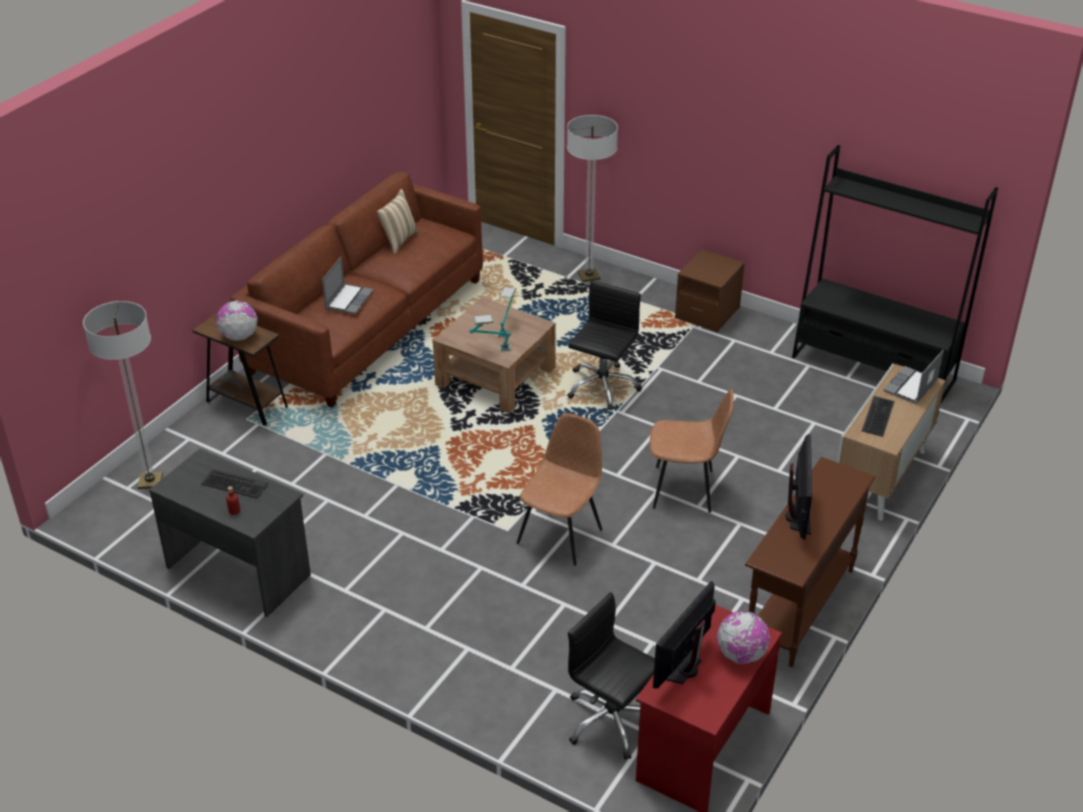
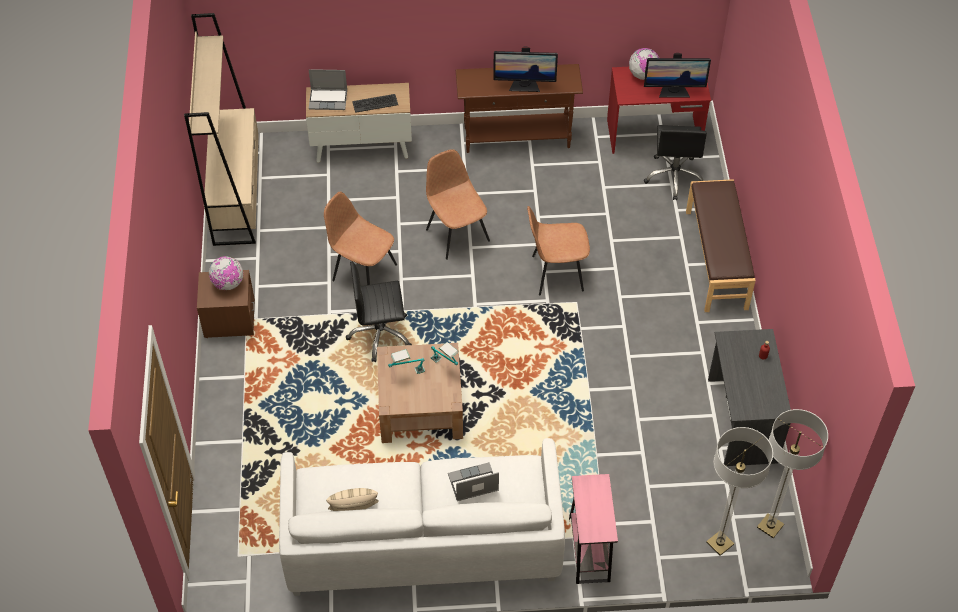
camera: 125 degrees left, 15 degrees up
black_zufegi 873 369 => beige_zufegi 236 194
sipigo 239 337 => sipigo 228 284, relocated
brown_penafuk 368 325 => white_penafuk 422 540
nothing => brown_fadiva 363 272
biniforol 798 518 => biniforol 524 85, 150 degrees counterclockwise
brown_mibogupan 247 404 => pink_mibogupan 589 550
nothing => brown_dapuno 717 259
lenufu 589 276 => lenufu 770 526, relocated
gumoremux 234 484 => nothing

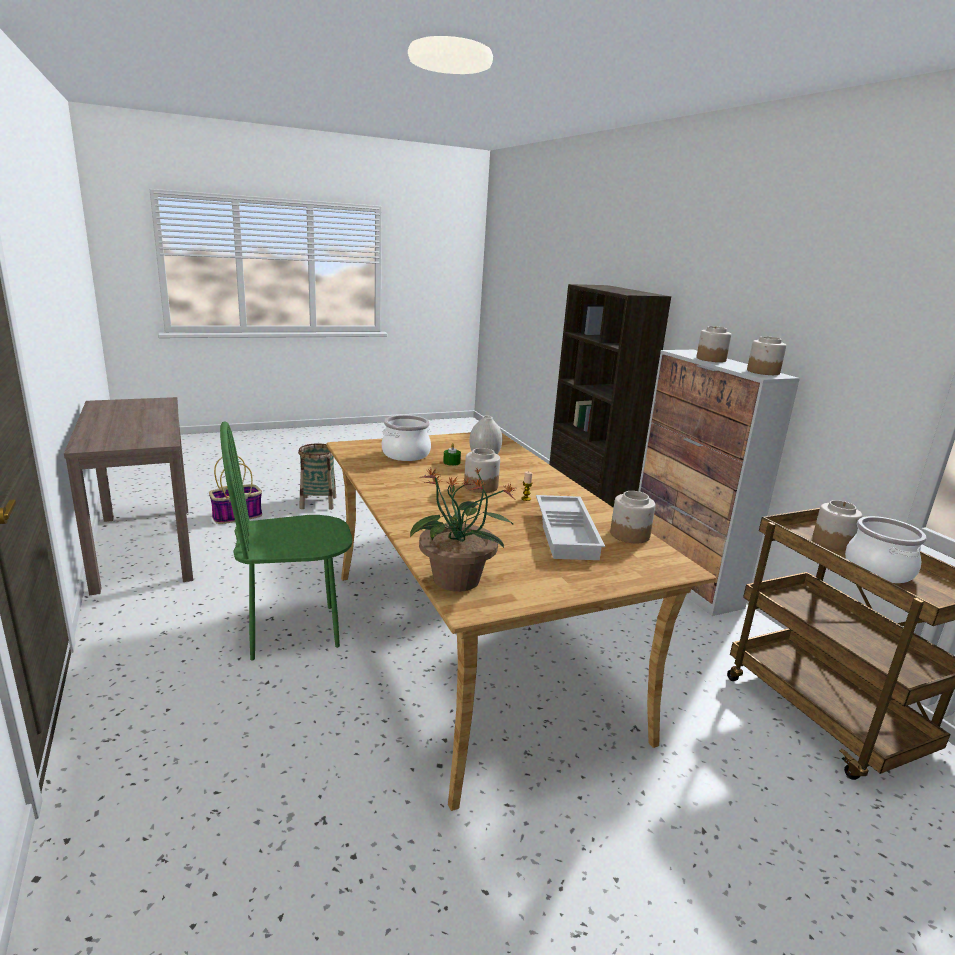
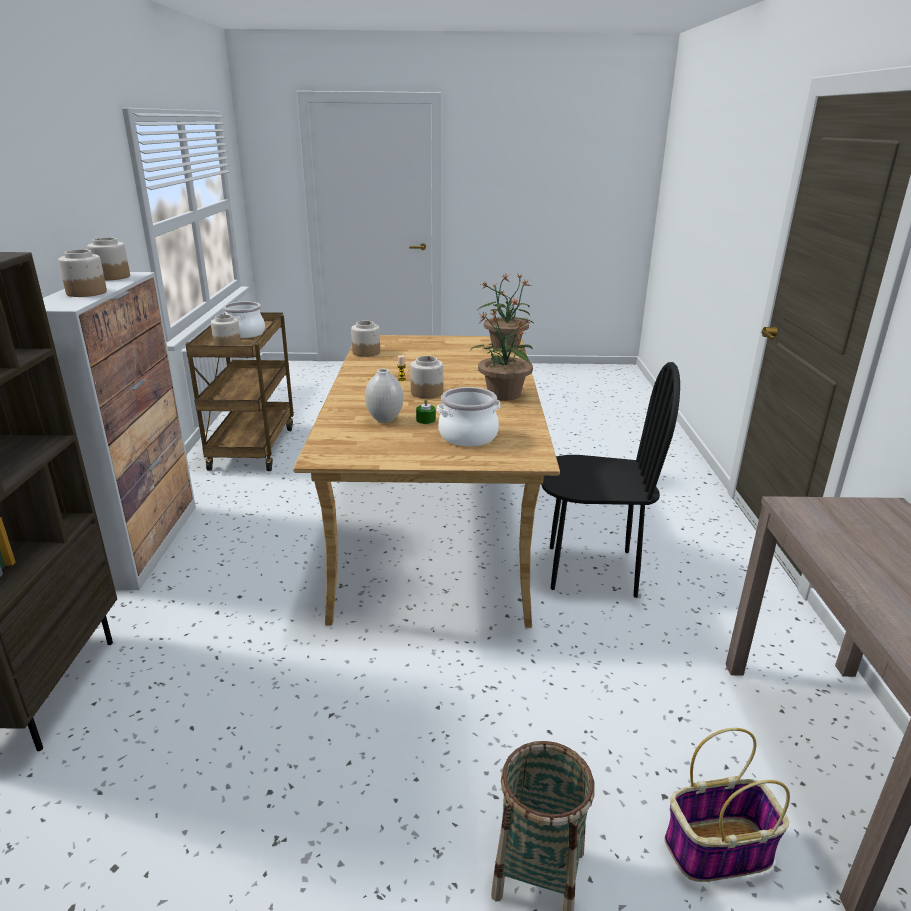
camera: 155 degrees left, 5 degrees up
nothing => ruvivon 503 395
green_fadiva 293 631 => black_fadiva 591 570
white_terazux 568 533 => nothing

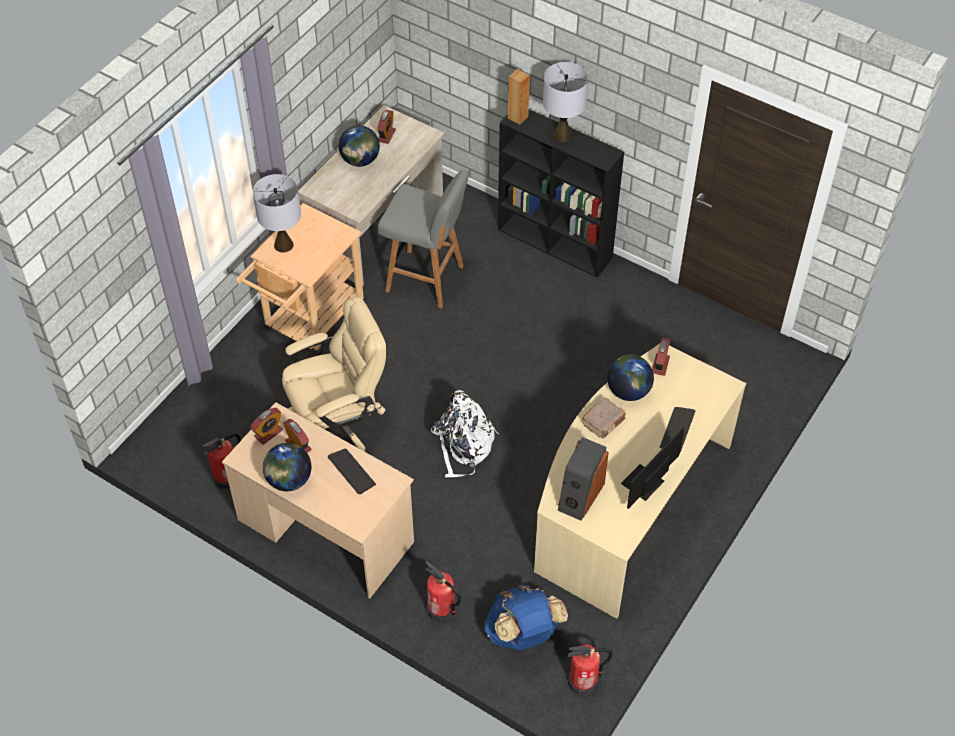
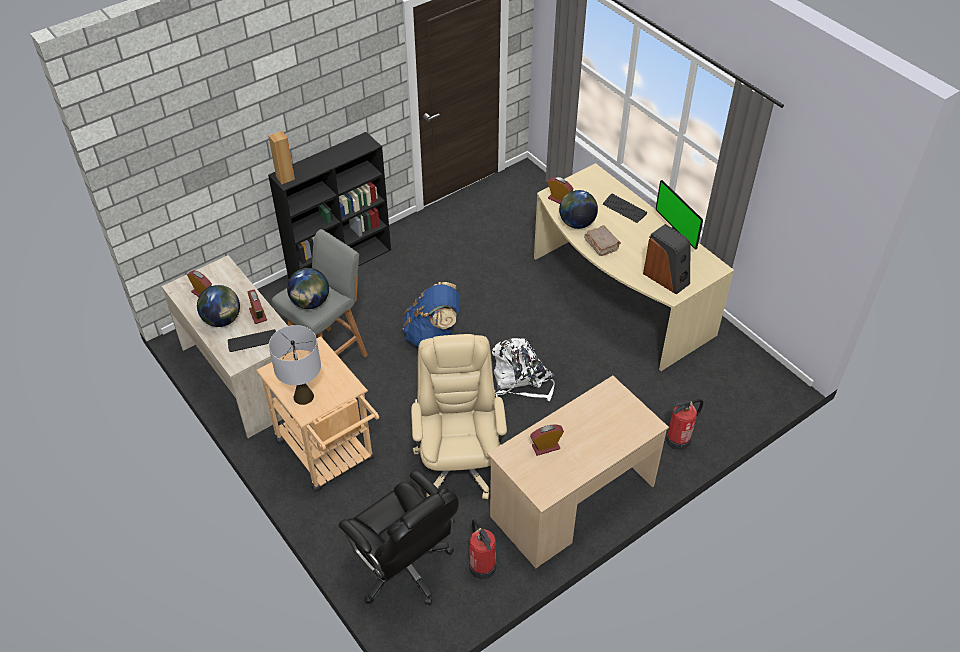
camera: 70 degrees left, 5 degrees down
gumoremux 352 471 => gumoremux 253 341, relocated
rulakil 268 433 => rulakil 258 315, relocated
sipigo 289 480 => sipigo 310 302, relocated
nothing => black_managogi 403 567
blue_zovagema 523 633 => blue_zovagema 433 336, relocated
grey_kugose 562 135 => nothing
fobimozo 583 681 => nothing

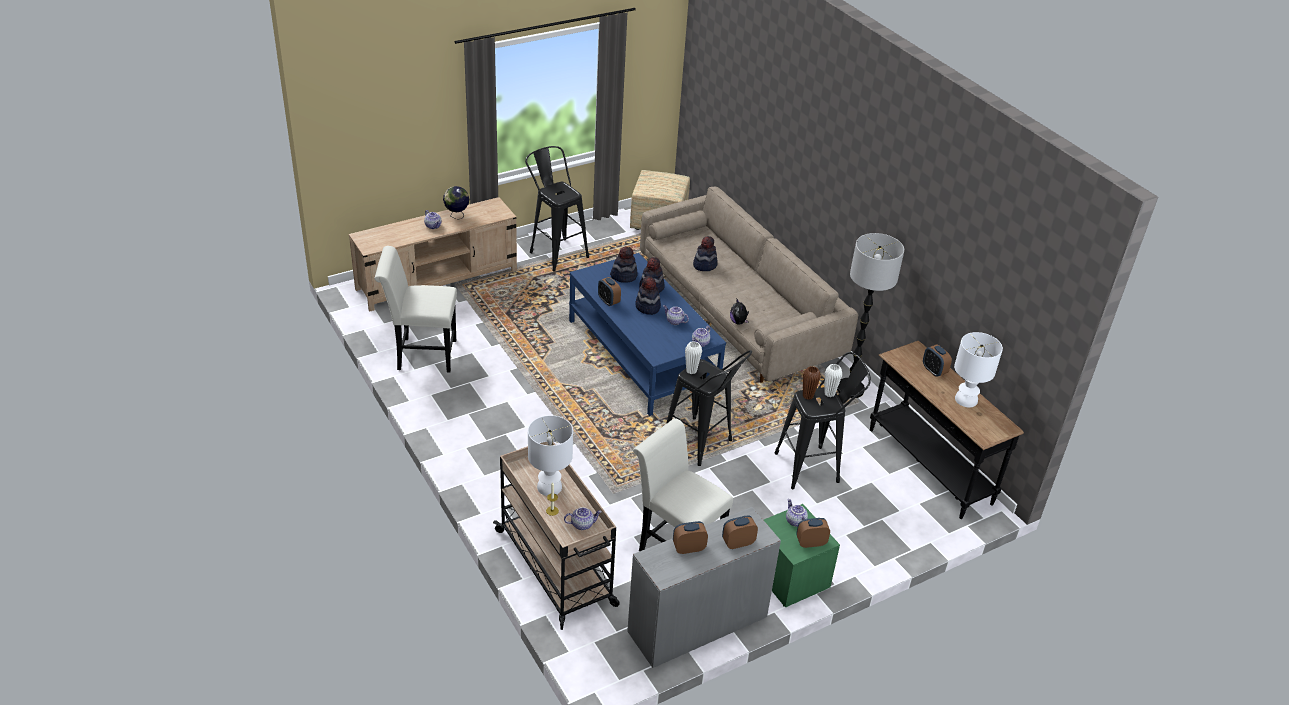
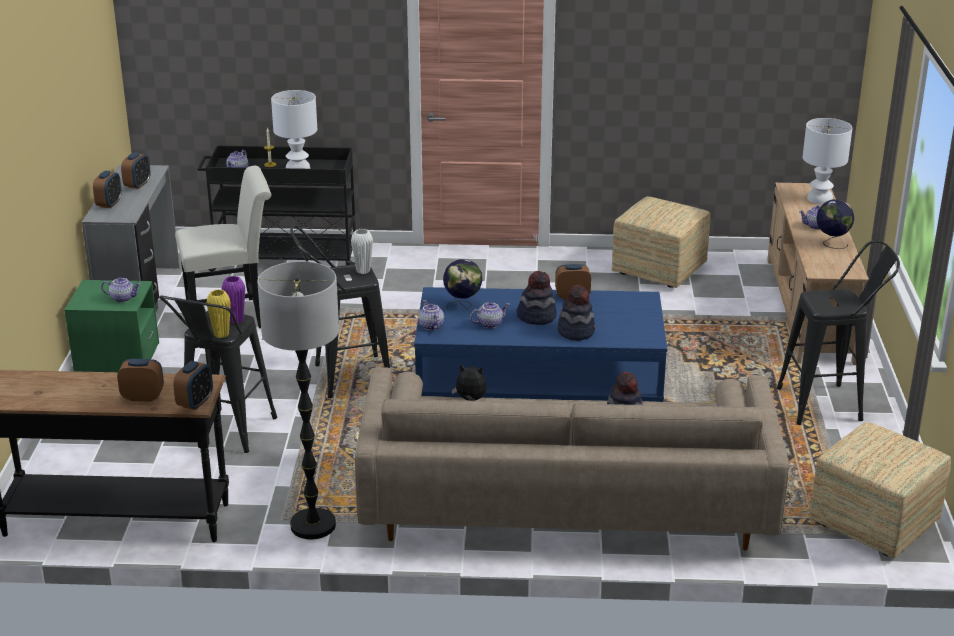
camera: 125 degrees right, 10 degrees down
rulakil 810 543 => rulakil 195 403, relocated
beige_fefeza 556 569 => black_fefeza 284 259
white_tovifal 829 393 => yellow_tovifal 221 334
brown_tovifal 808 396 => purple_tovifal 236 320
nothing => sipigo 463 305
white_fadiva 421 354 => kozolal 660 270
white_kugose 965 399 => white_kugose 820 199, relocated
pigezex 624 276 => nothing

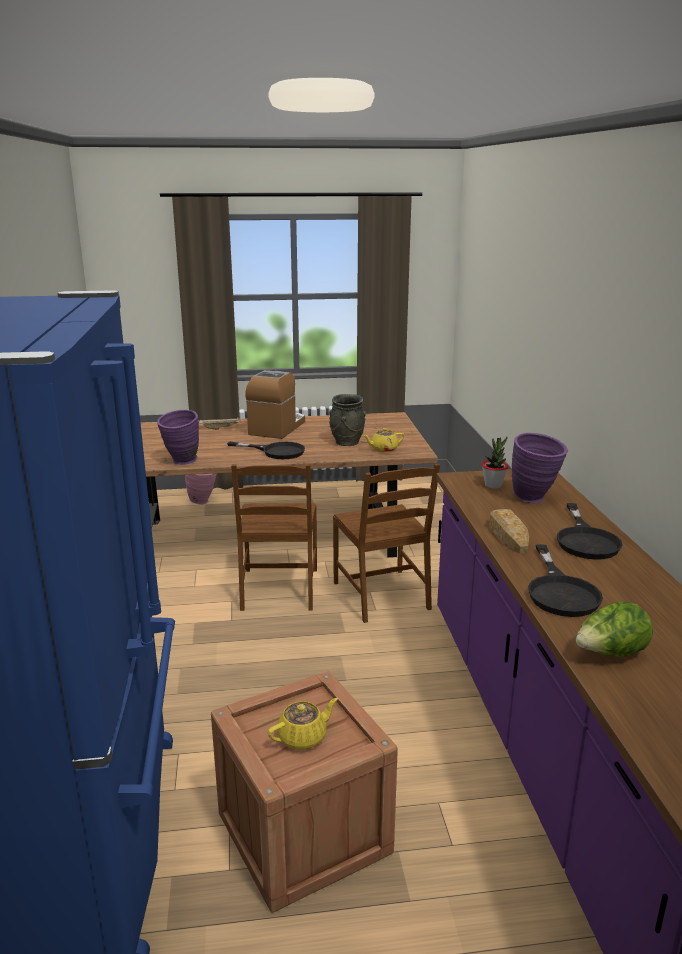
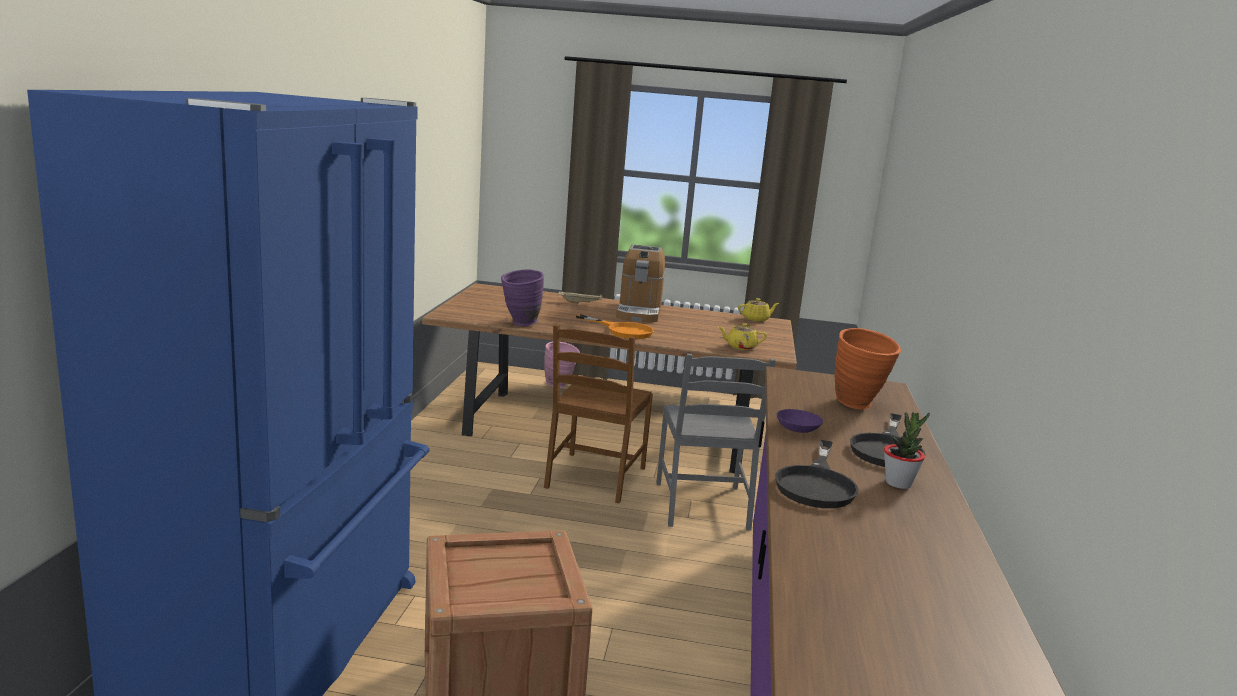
camera: 15 degrees right, 5 degrees down
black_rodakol 276 451 => orange_rodakol 623 331
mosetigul 277 428 => mosetigul 639 312, 150 degrees clockwise
brown_fadiva 382 595 => grey_fadiva 703 506
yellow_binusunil 303 737 => yellow_binusunil 756 319, relocated
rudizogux 507 536 => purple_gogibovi 798 429
purple_tovifal 535 499 => orange_tovifal 859 406
ruvivon 493 485 => ruvivon 898 483, relocated
grey_tovifal 346 442 => nothing
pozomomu 610 654 => nothing

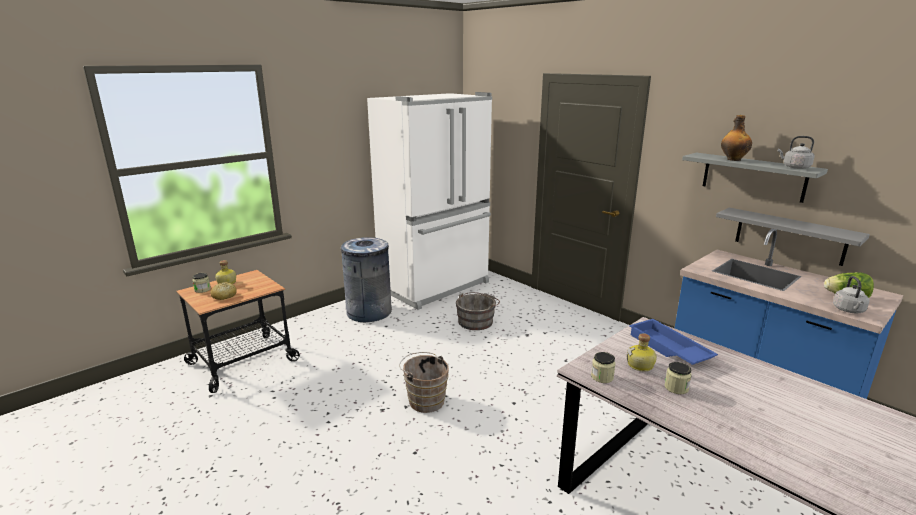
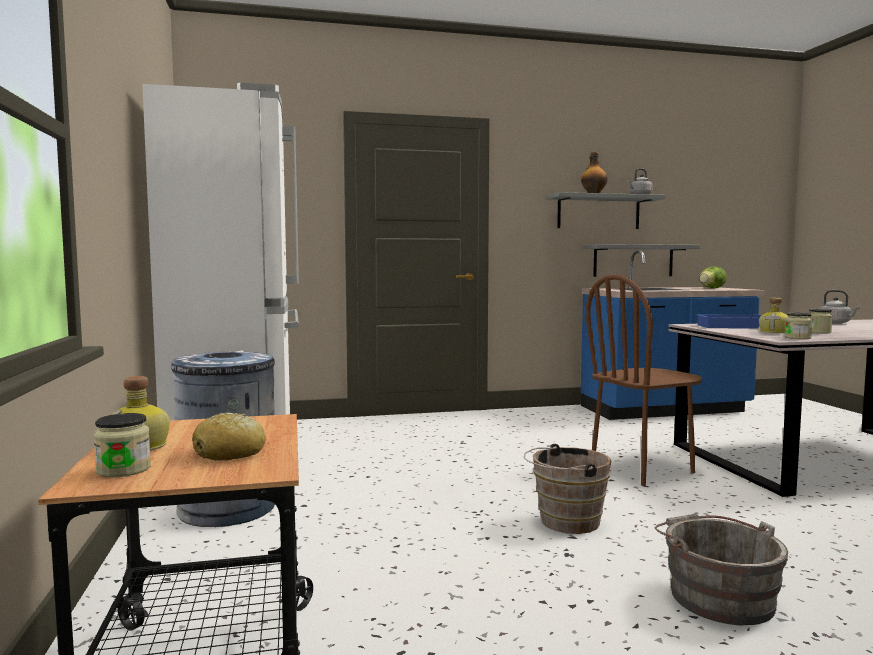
camera: 60 degrees left, 15 degrees down
nothing => brown_fadiva 642 469
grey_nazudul 477 321 => grey_nazudul 716 595, relocated
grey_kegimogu 849 310 => grey_kegimogu 836 323, relocated

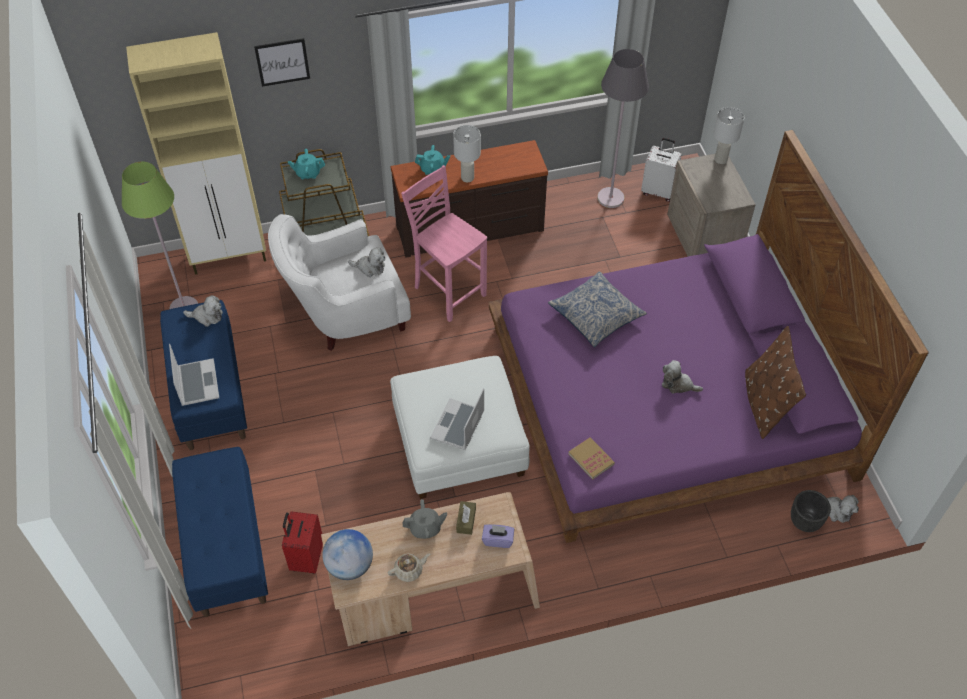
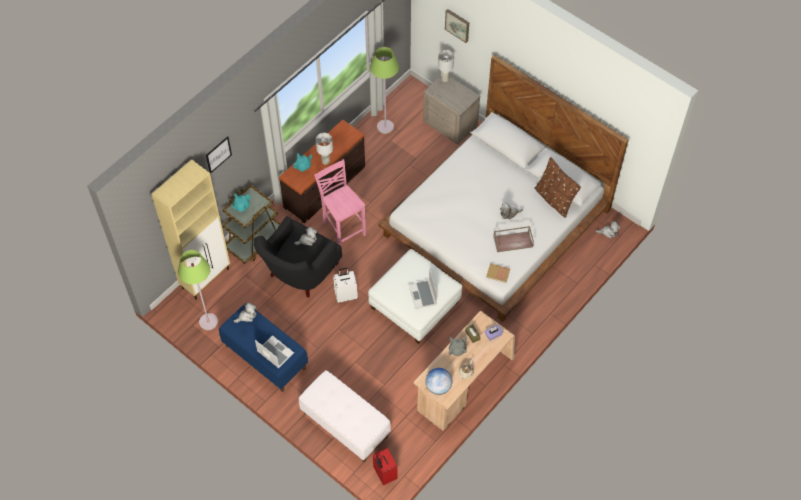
camera: 35 degrees left, 5 degrees up
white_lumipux 345 314 => black_lumipux 299 273
blue_dapuno 226 547 => white_dapuno 345 425
pink_fadiva 448 291 => pink_fadiva 343 229, 45 degrees clockwise
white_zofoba 658 191 => white_zofoba 346 295, relocated
grey_lenufu 610 198 => green_lenufu 385 127
red_zofoba 306 557 => red_zofoba 384 474, relocated
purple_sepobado 666 398 => white_sepobado 495 222
nothing => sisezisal 458 25
nothing => brown_terazux 513 241
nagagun 596 315 => nothing
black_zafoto 805 521 => nothing

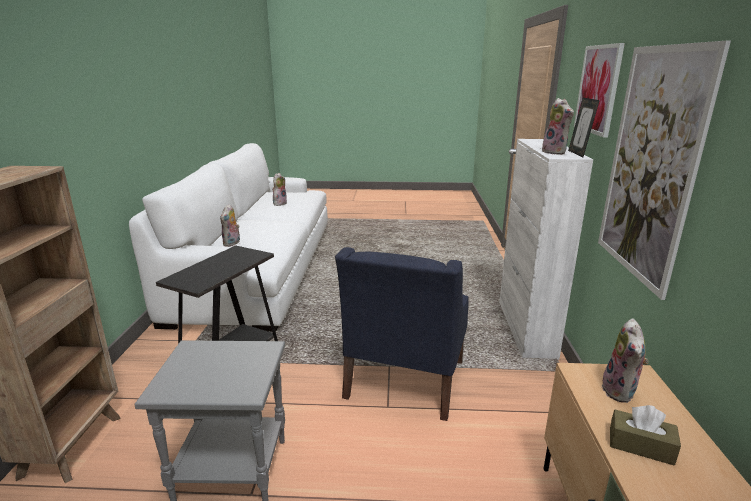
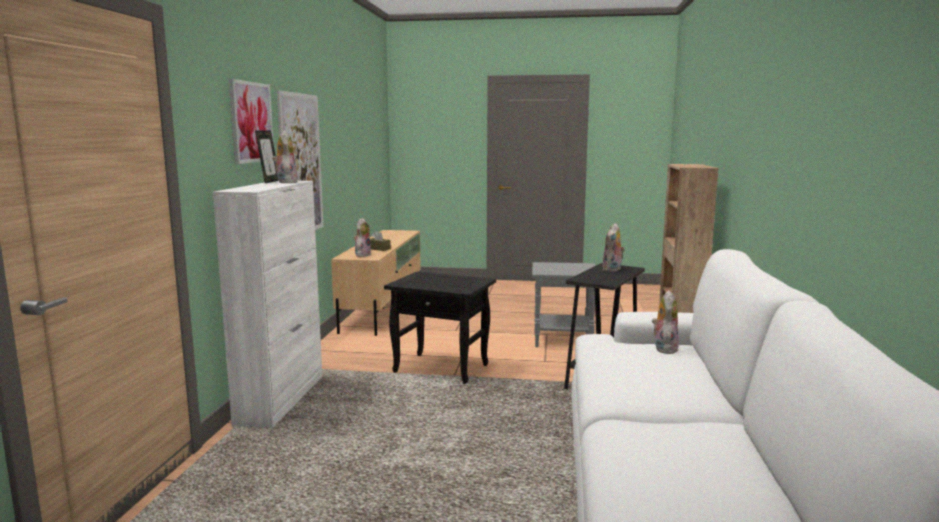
camera: 175 degrees left, 10 degrees down
blue_lumipux 404 380 => black_mibogupan 443 368
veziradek 279 203 => veziradek 612 270, relocated

